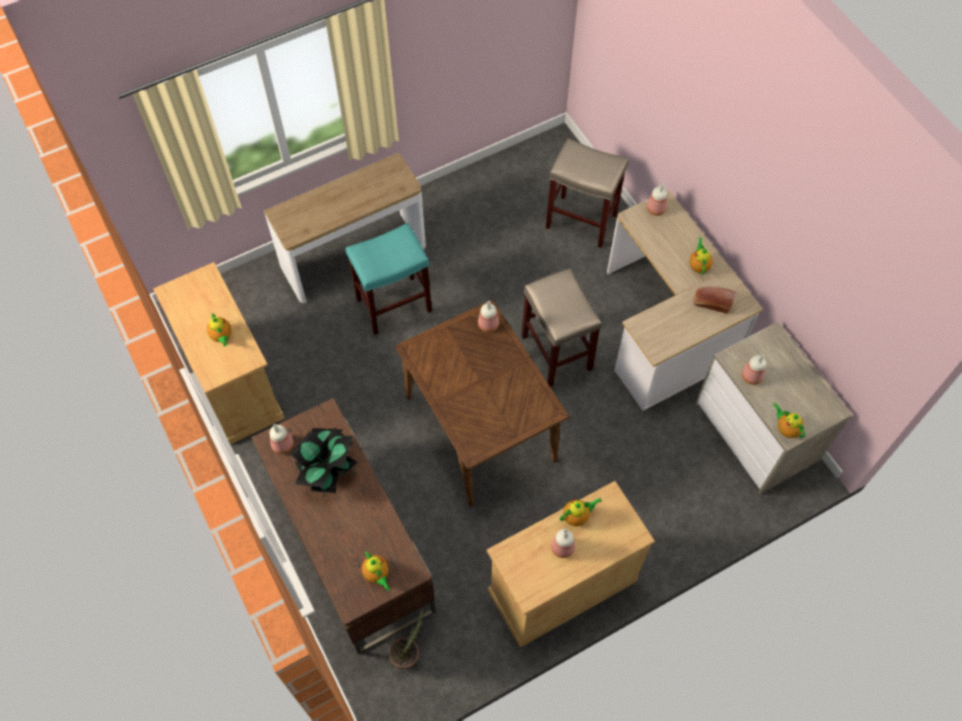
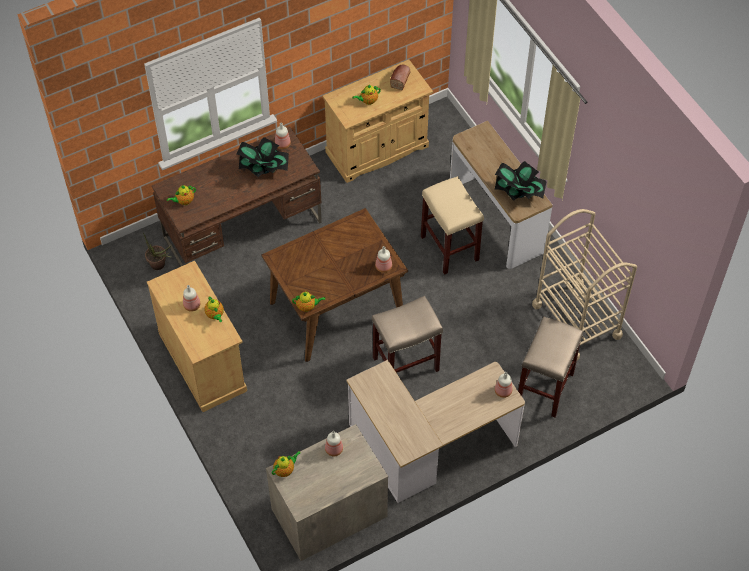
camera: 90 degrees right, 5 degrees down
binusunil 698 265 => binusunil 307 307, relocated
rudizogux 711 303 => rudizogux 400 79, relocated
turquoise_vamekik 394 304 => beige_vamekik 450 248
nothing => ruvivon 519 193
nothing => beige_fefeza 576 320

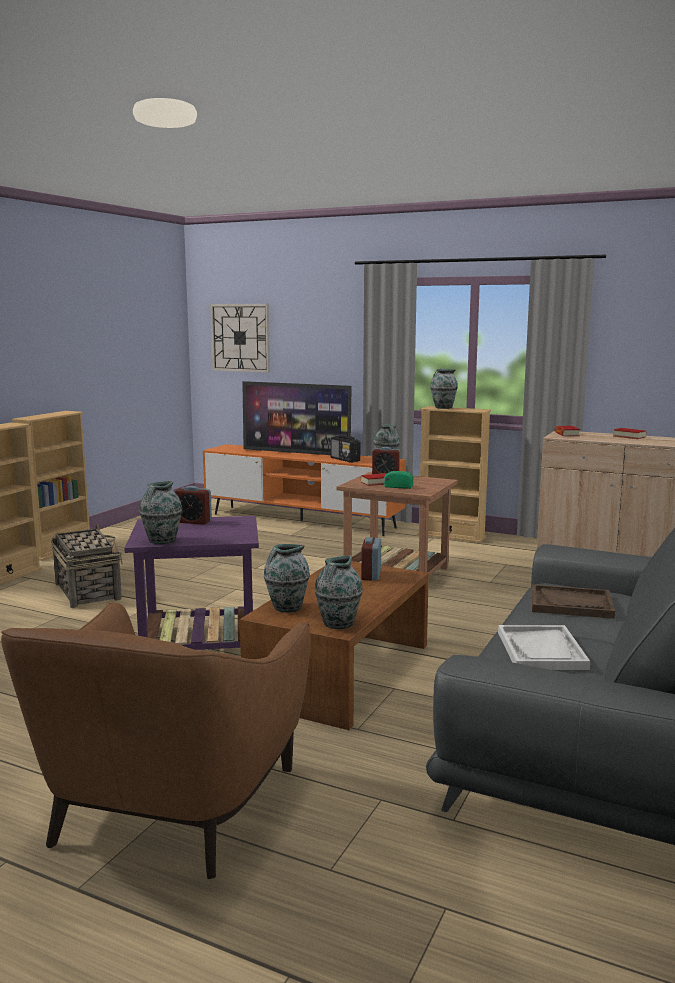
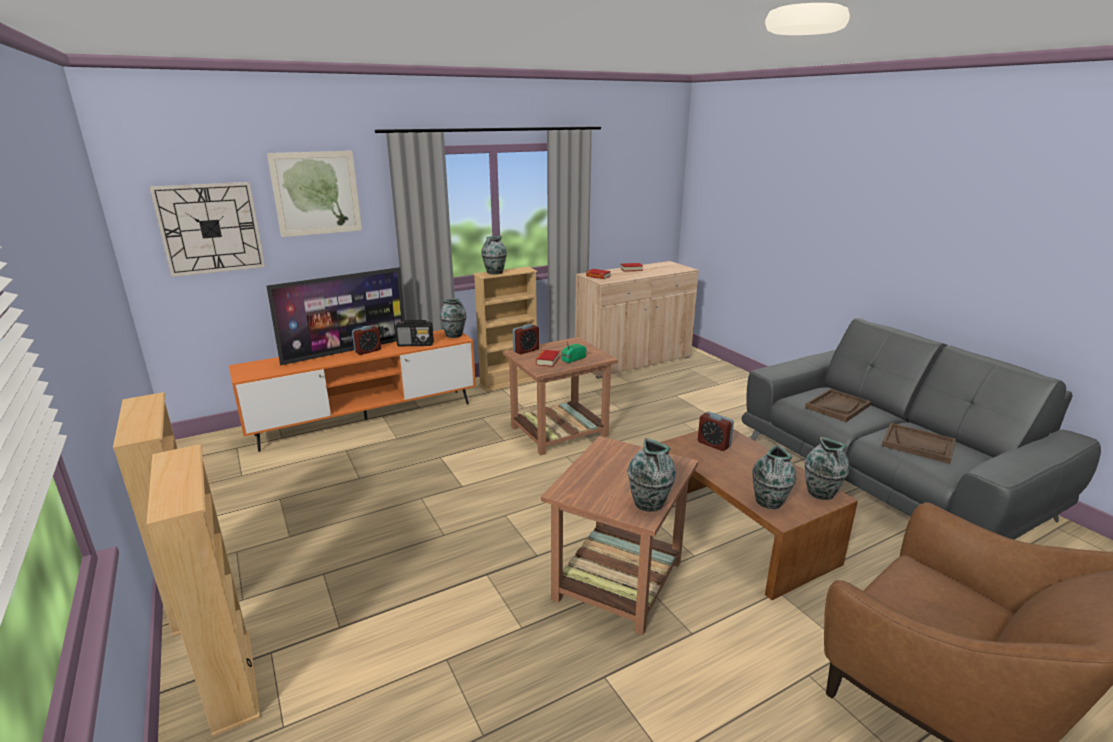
camera: 55 degrees left, 10 degrees up
nothing => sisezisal 316 193
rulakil 193 522 => rulakil 368 351, relocated
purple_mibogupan 201 641 => brown_mibogupan 619 579
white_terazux 541 650 => brown_terazux 918 444
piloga 87 591 => nothing

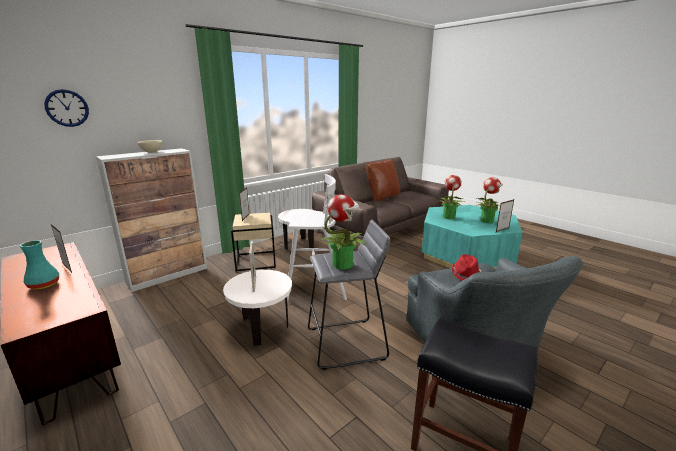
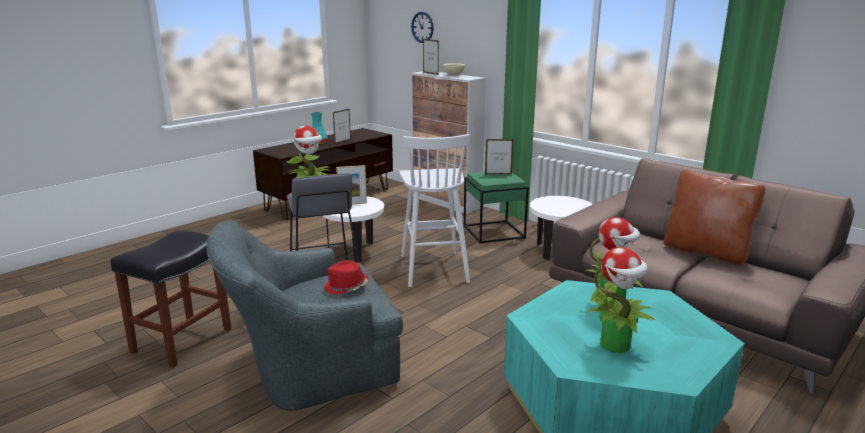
camera: 85 degrees right, 0 degrees up
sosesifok 502 230 => sosesifok 430 73, relocated
beige_mibogupan 255 261 => green_mibogupan 494 232

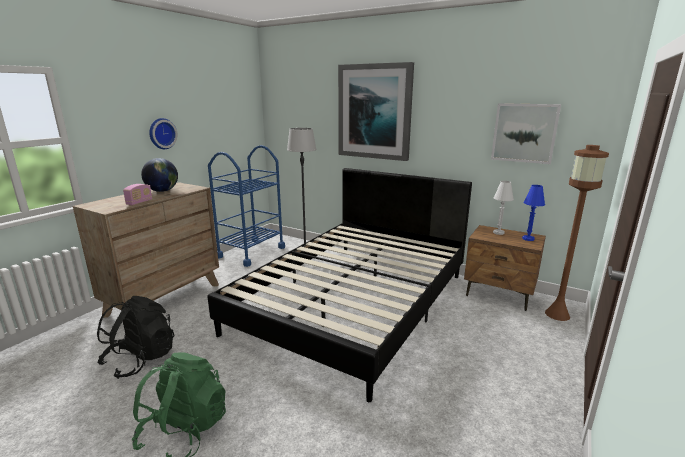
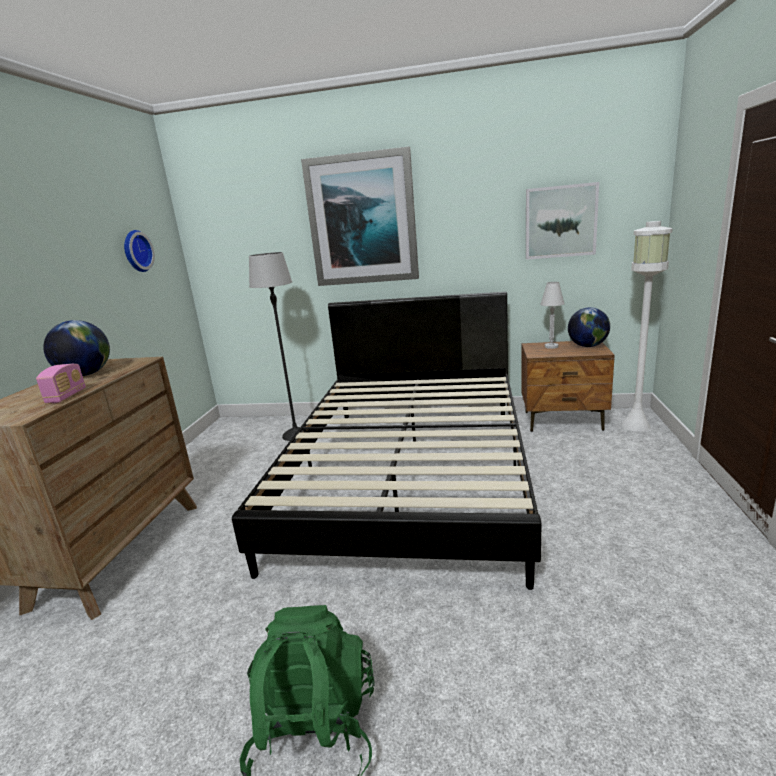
camera: 20 degrees left, 0 degrees up
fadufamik 161 133 => fadufamik 136 251, relocated
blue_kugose 528 239 => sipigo 587 346
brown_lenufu 557 314 => white_lenufu 636 426
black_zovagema 141 359 => nothing
blue_fefeza 251 252 => nothing

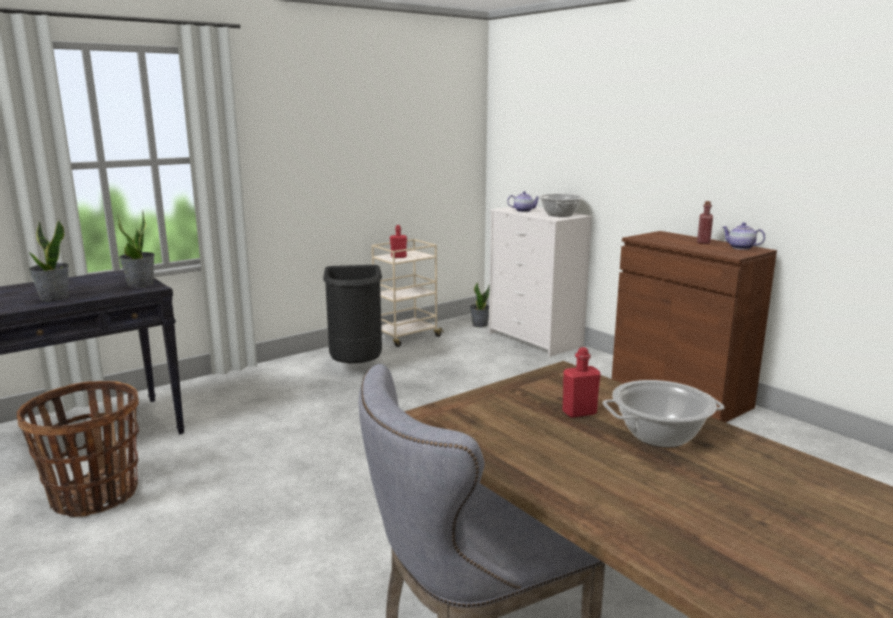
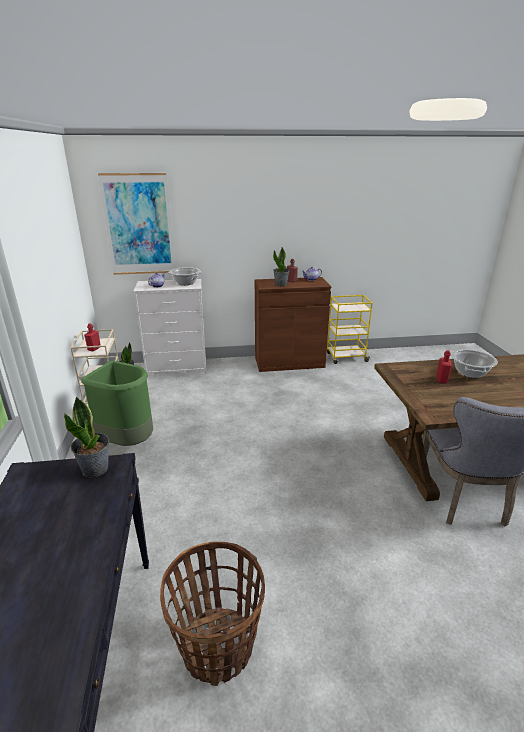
camera: 60 degrees left, 10 degrees up
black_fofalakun 356 366 => green_fofalakun 128 442
nothing => sisezisal 139 225
ruvivon 54 298 => ruvivon 281 284, relocated
nothing => yellow_fefeza 346 357

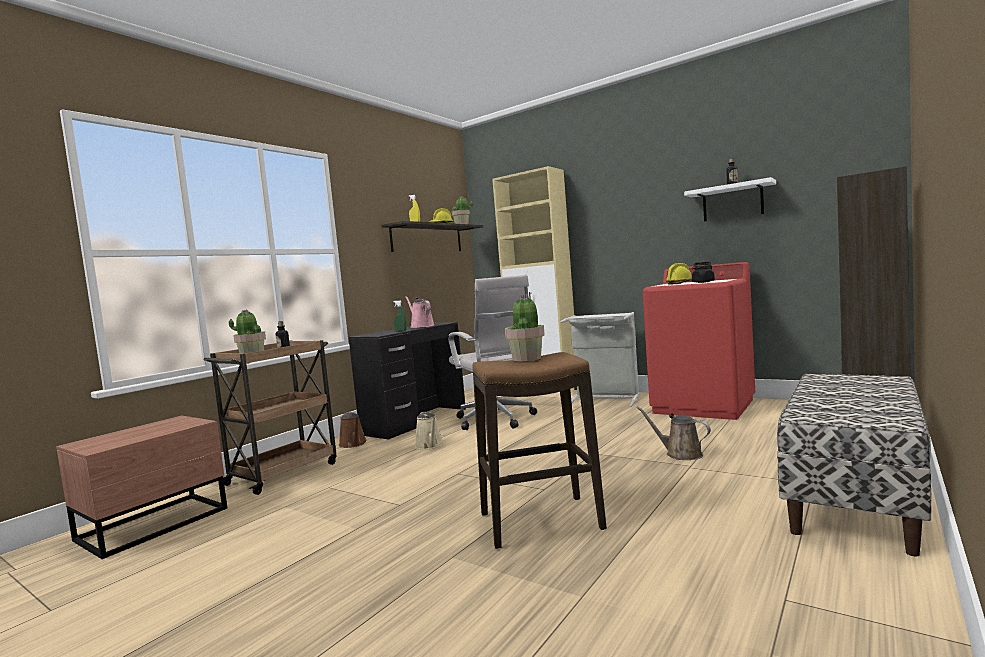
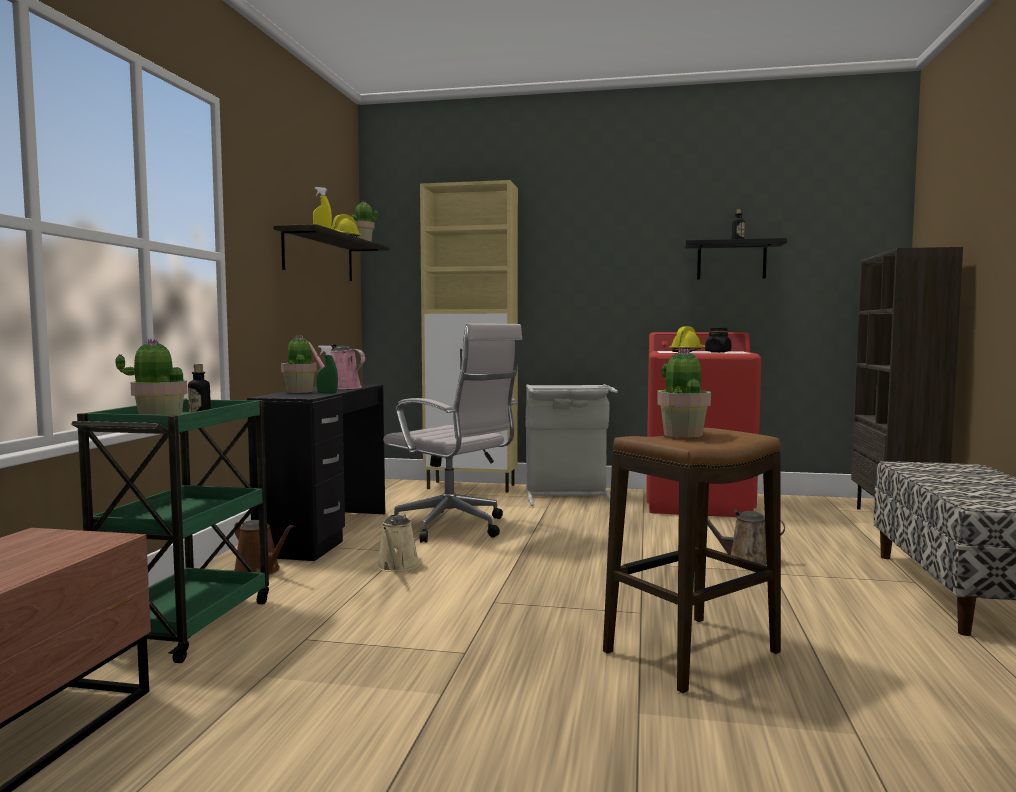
camera: 25 degrees left, 0 degrees up
brown_fefeza 284 473 => green_fefeza 187 624
nothing => ruvivon 299 391
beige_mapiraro 430 445 => beige_mapiraro 397 566, 45 degrees clockwise
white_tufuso 732 202 => black_tufuso 731 260

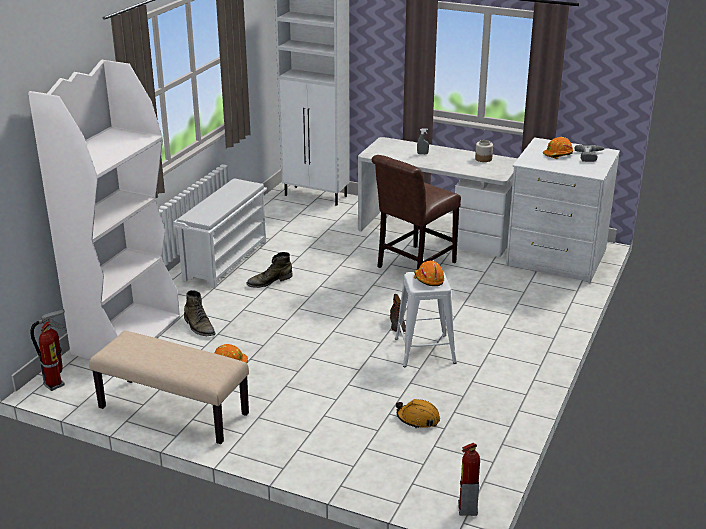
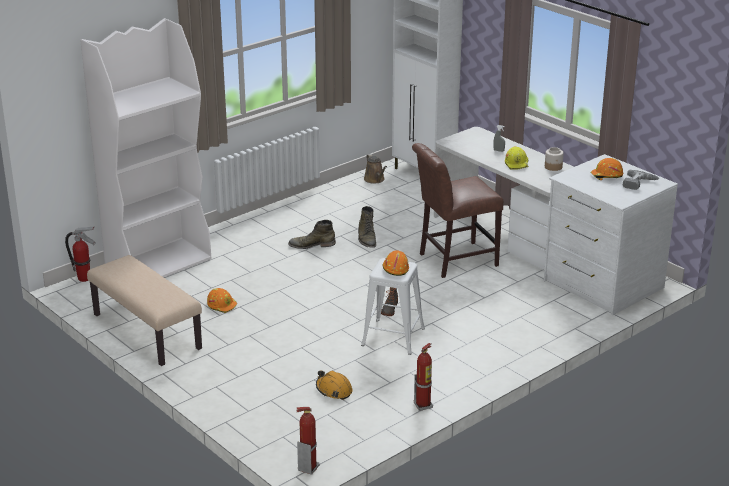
camera: 25 degrees right, 0 degrees up
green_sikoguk 199 327 => green_sikoguk 366 239, relocated
nothing => brown_mapiraro 375 180
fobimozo 54 385 => fobimozo 423 405, relocated
nothing => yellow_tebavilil 517 164
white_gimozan 225 260 => nothing

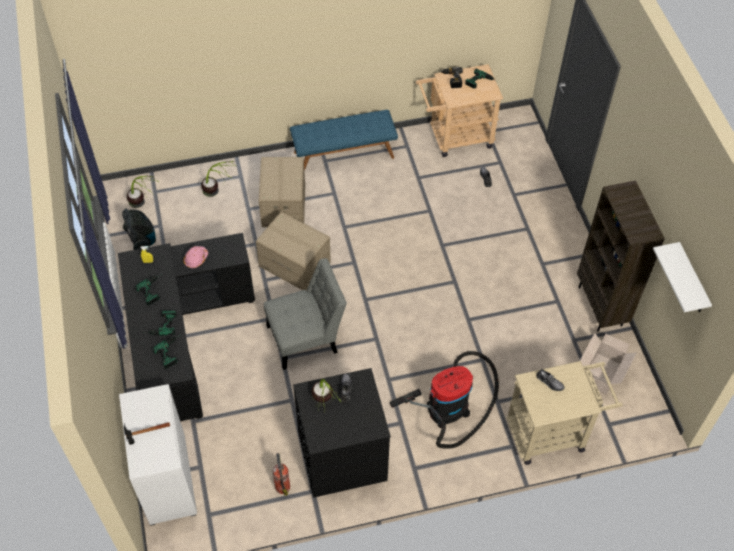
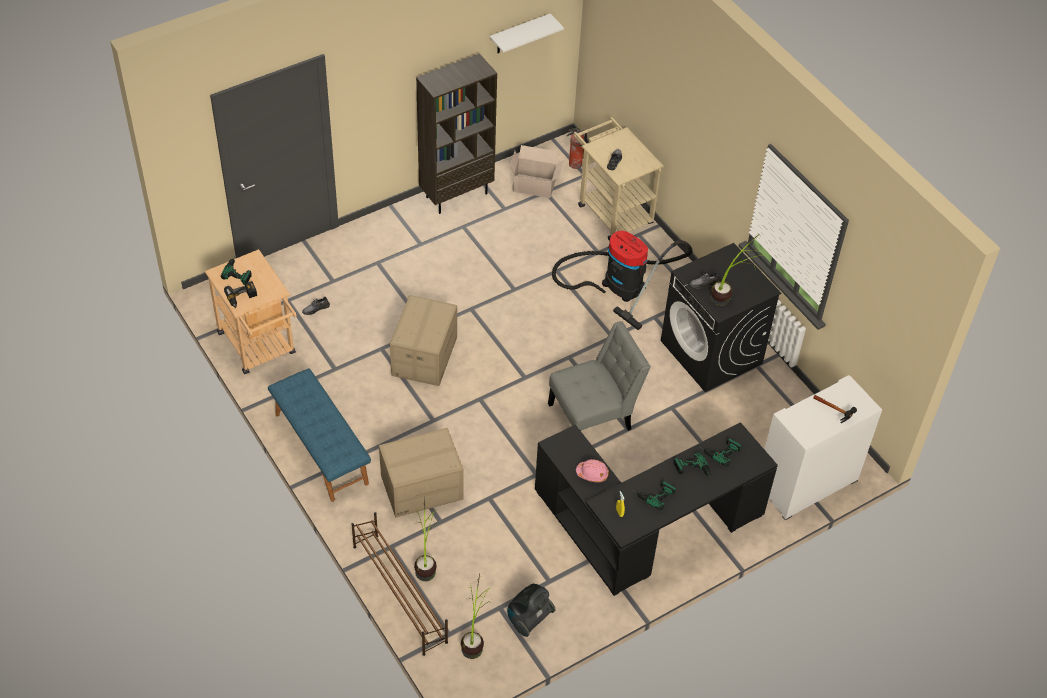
camera: 110 degrees left, 5 degrees down
nothing => brown_gimozan 399 593
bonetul 295 264 => bonetul 424 356, relocated
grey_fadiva 306 338 => grey_fadiva 594 415, 105 degrees clockwise
fobimozo 282 486 => fobimozo 574 164, relocated

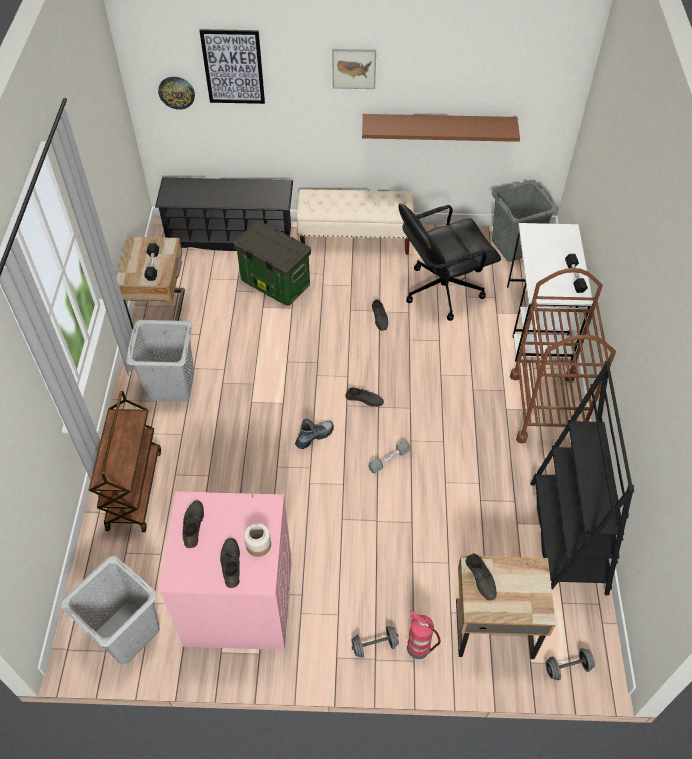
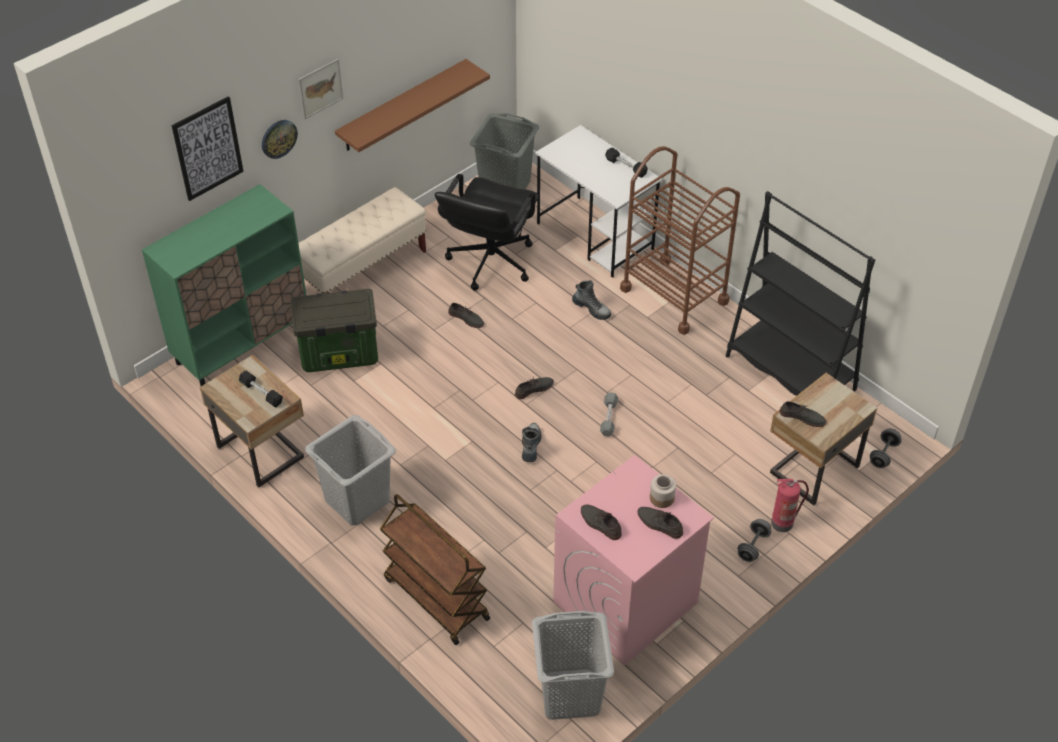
camera: 45 degrees left, 5 degrees down
black_gimozan 231 237 => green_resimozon 242 343
fadufamik 176 92 => fadufamik 278 138, relocated
nothing => sikoguk 591 309

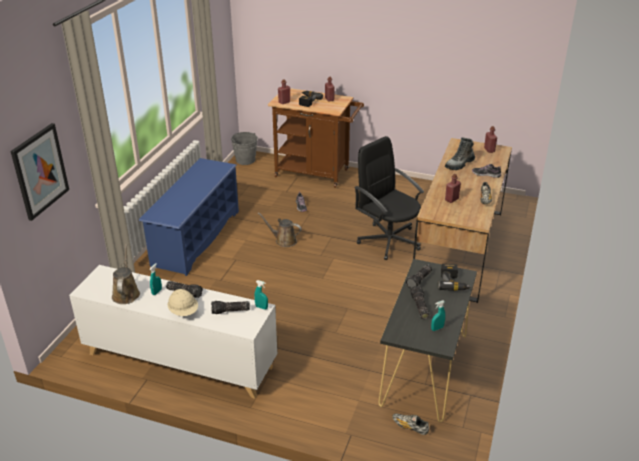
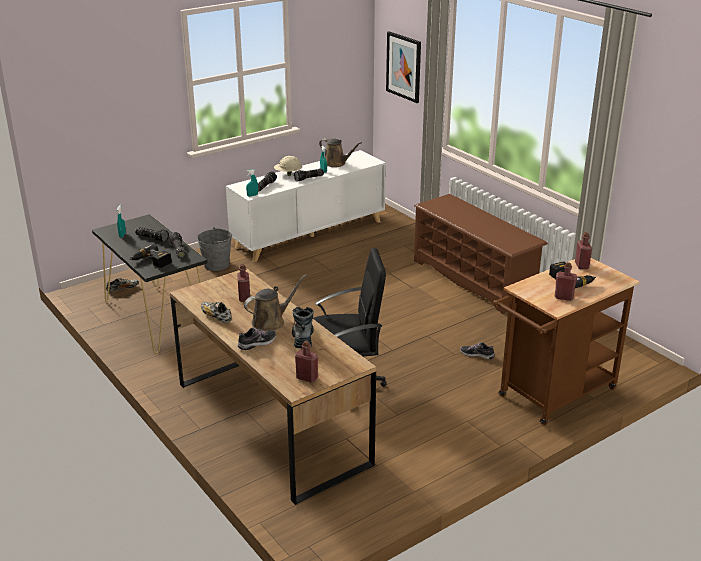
camera: 125 degrees right, 5 degrees down
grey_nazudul 245 160 => grey_nazudul 216 265, relocated
brown_mapiraro 283 240 => brown_mapiraro 271 321, relocated
blue_gimozan 196 237 => brown_gimozan 473 280

